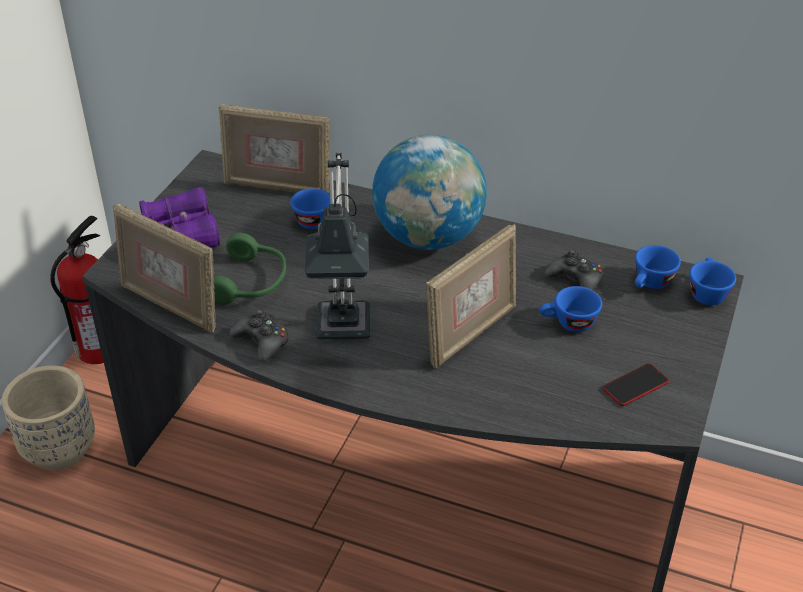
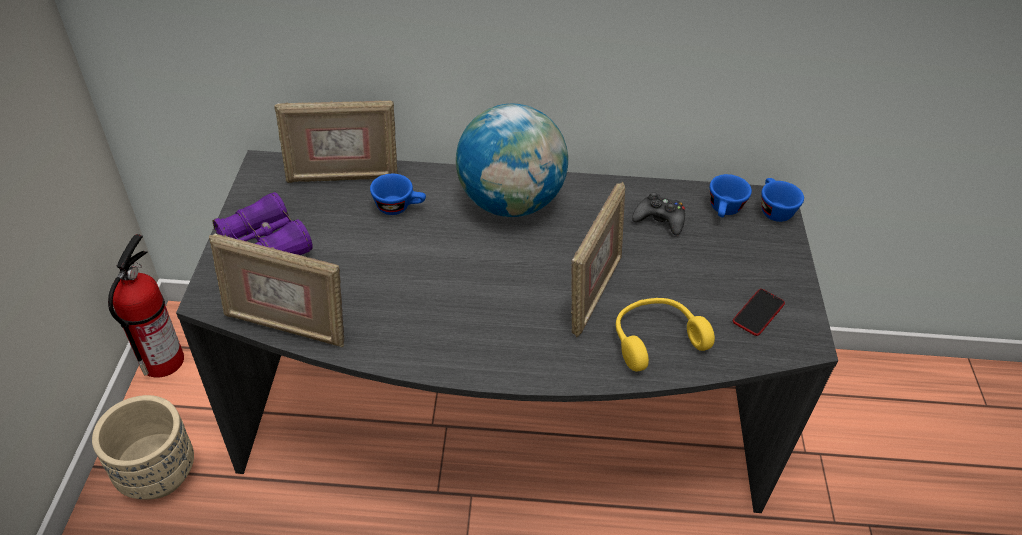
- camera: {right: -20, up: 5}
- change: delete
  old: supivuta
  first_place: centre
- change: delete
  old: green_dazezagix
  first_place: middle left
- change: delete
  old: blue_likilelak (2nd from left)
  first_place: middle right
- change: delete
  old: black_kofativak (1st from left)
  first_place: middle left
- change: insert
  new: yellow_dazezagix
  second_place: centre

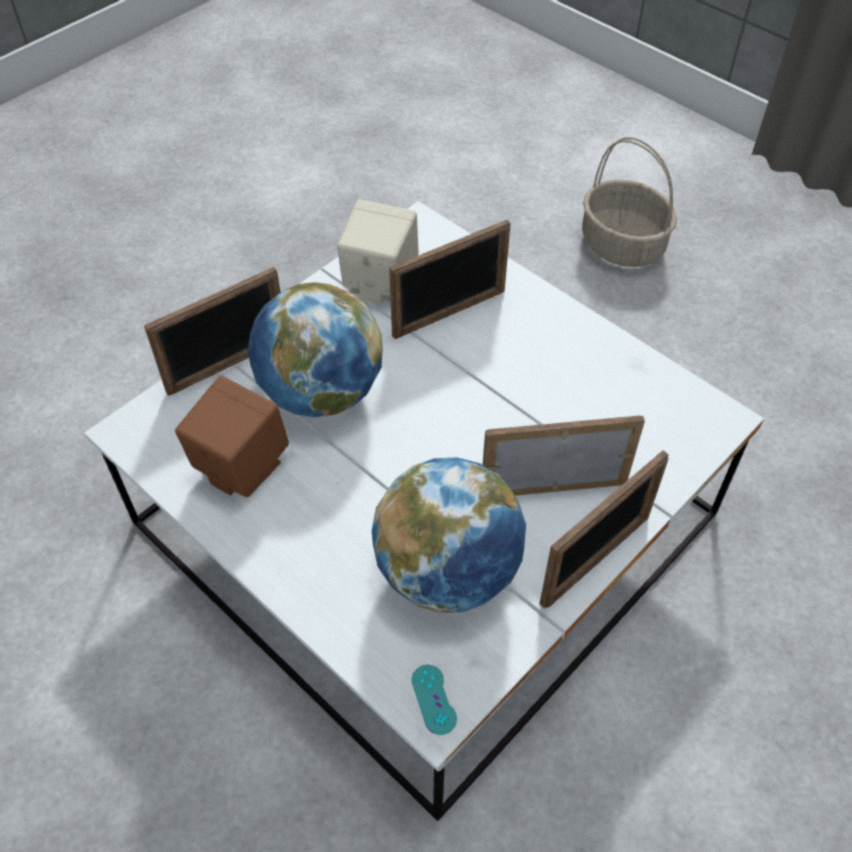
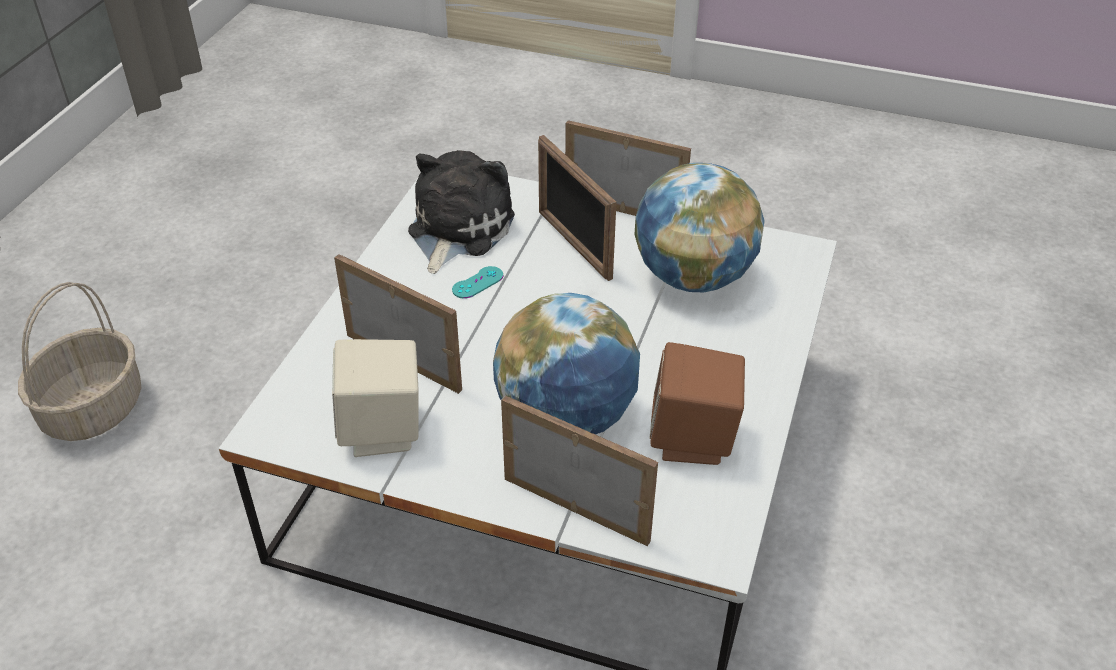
- camera: {right: -115, up: -10}
- change: move
  old: turquoise_kofativak
  first_place: bottom centre
  second_place: centre
- change: insert
  new: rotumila
  second_place: top centre

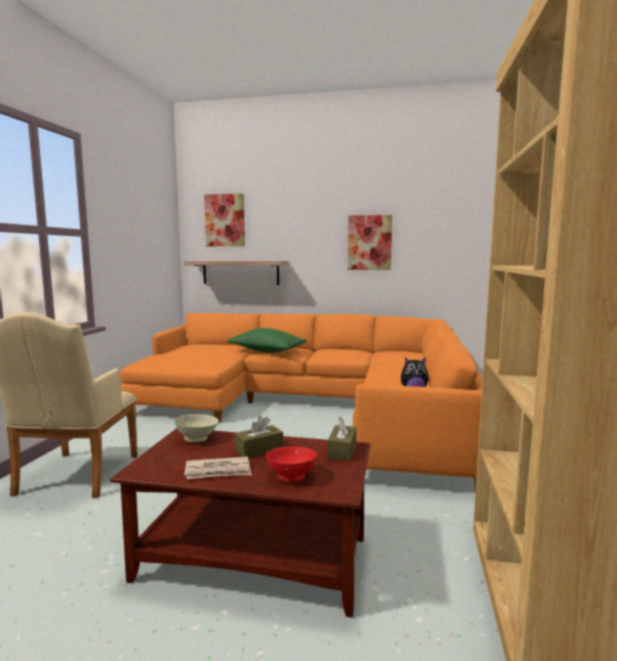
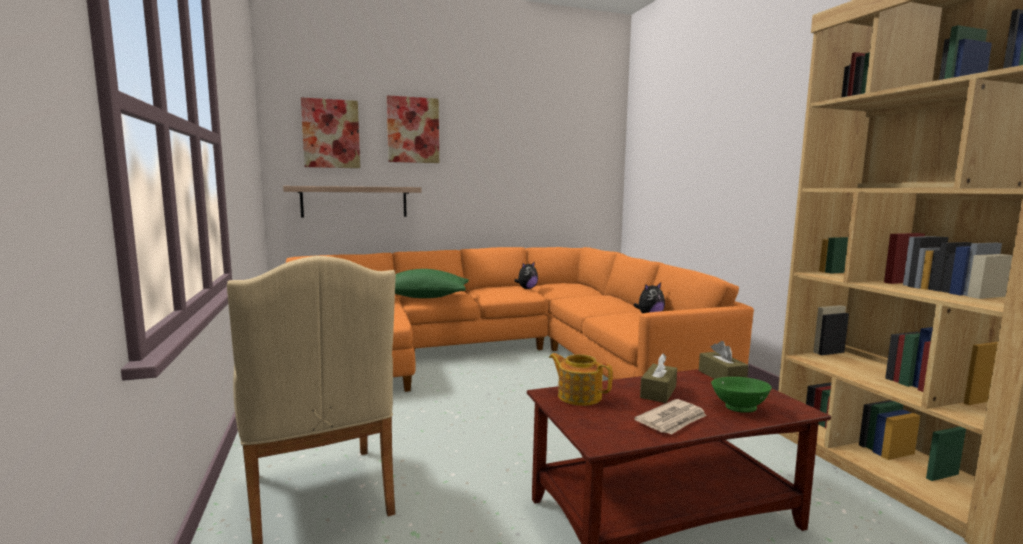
- camera: {right: -30, up: 0}
- change: move
  old: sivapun (2nd from left)
  first_place: centre
  second_place: top centre
- change: replace
  old: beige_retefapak
  new: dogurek
  first_place: middle left
  second_place: bottom centre
- change: recolor
  old: red_retefapak
  new: green_retefapak
  first_place: bottom centre
  second_place: bottom right
- change: insert
  new: rotumila (1st from left)
  second_place: centre

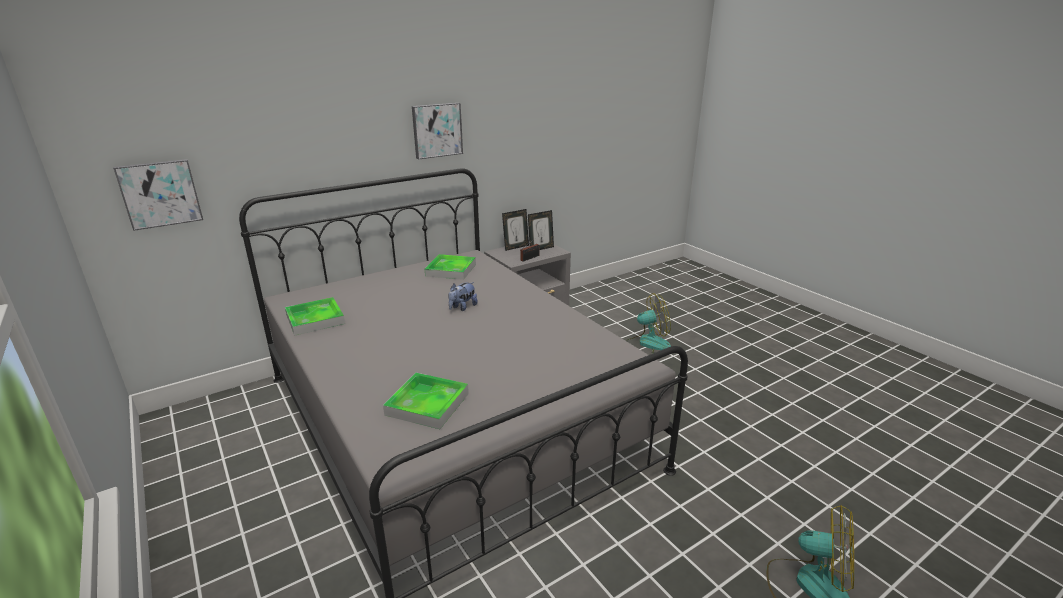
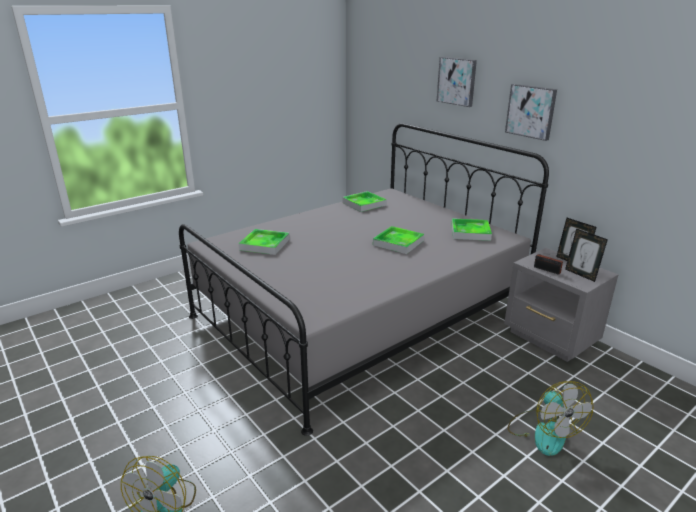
- camera: {right: 85, up: 0}
- change: move
  old: sivapun (1st from left)
  first_place: top left
  second_place: top centre
- change: replace
  old: rotumila
  new: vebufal (3rd from left)
  first_place: centre
  second_place: centre

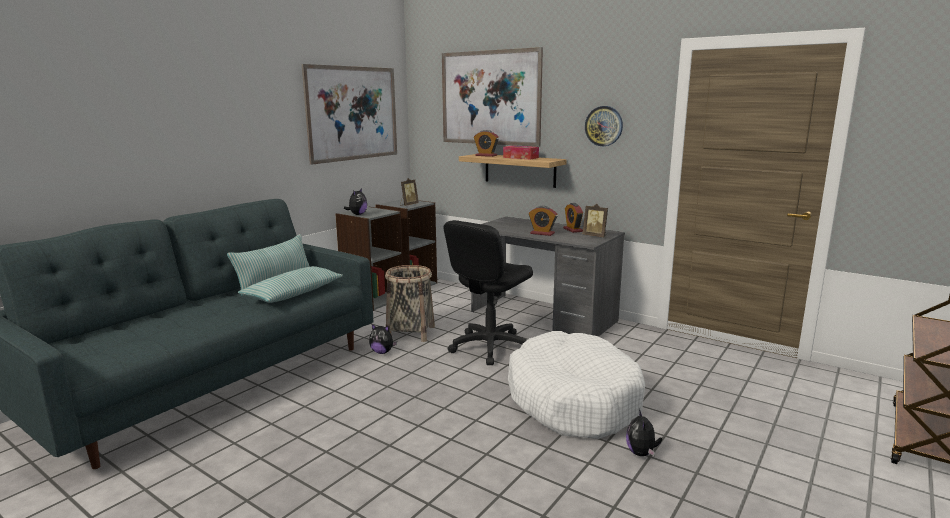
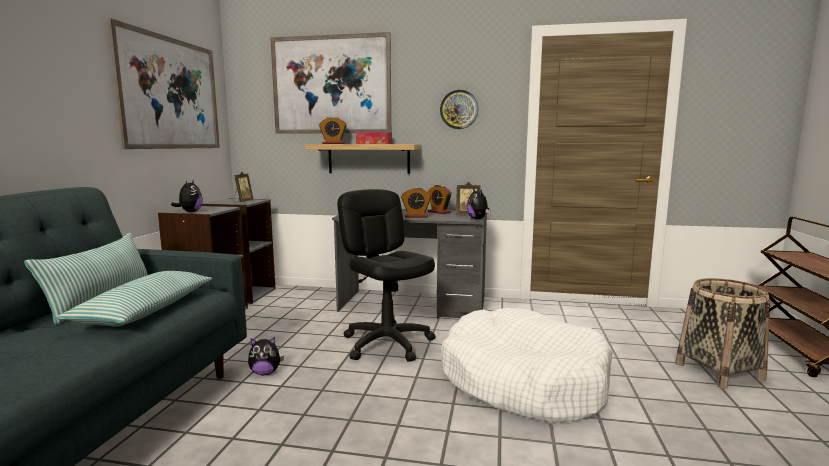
- camera: {right: -25, up: -5}
- change: rotate
  old: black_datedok
  first_place: centre
  second_place: centre
  degrees: 135
- change: move
  old: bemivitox
  first_place: centre
  second_place: bottom right
- change: move
  old: rotumila (3rd from left)
  first_place: bottom right
  second_place: centre

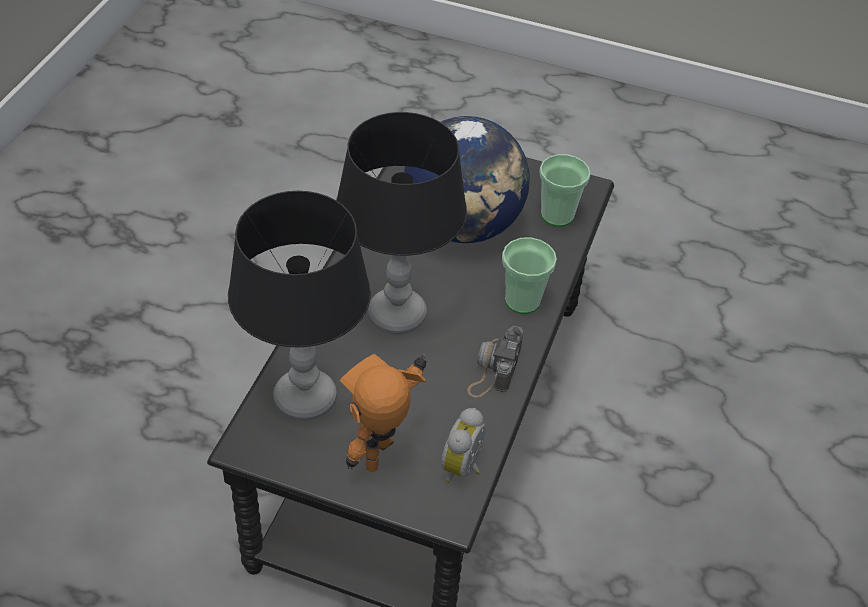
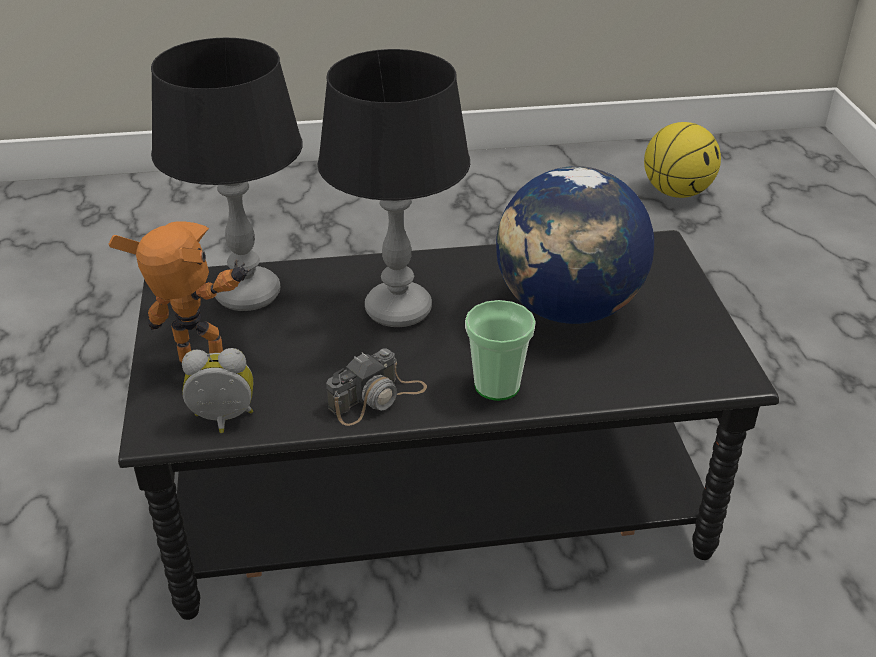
- camera: {right: 65, up: -10}
- change: delete
  old: likilelak (2nd from left)
  first_place: top centre
- change: rotate
  old: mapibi
  first_place: centre
  second_place: centre
  degrees: 150
- change: insert
  new: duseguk
  second_place: top right

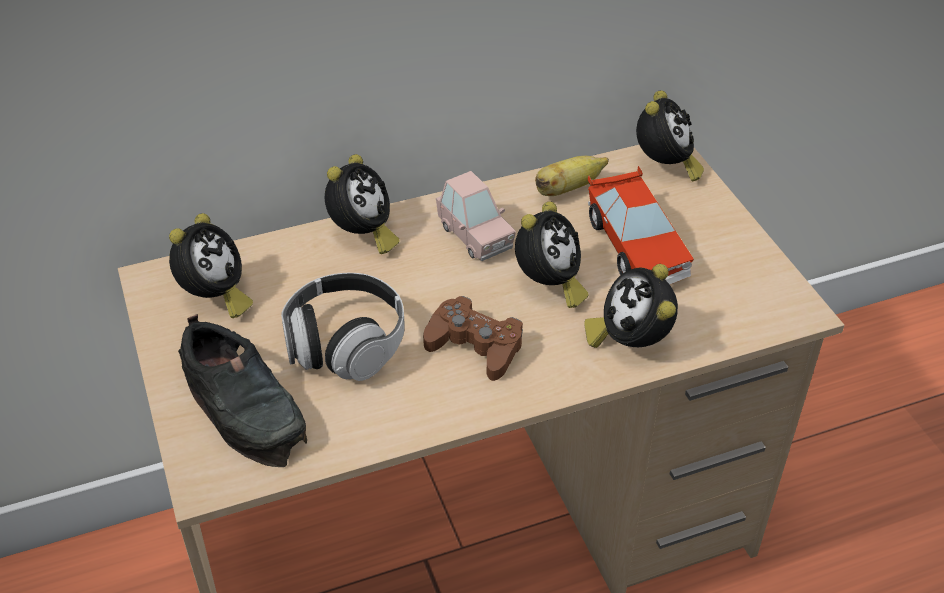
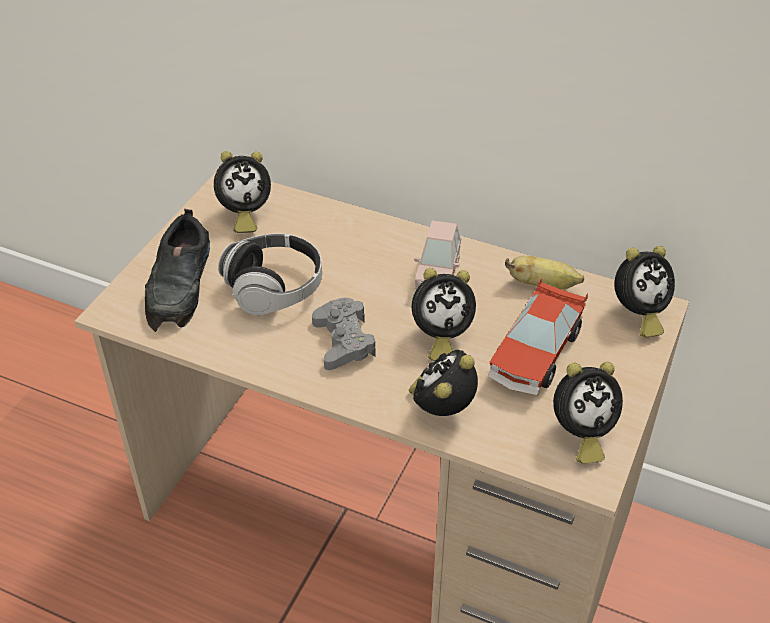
- camera: {right: 45, up: 0}
- change: move
  old: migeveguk (2nd from left in the first image)
  new: migeveguk (4th from left)
  first_place: centre
  second_place: middle right
- change: recolor
  old: brown_kofativak
  new: grey_kofativak
  first_place: centre
  second_place: centre

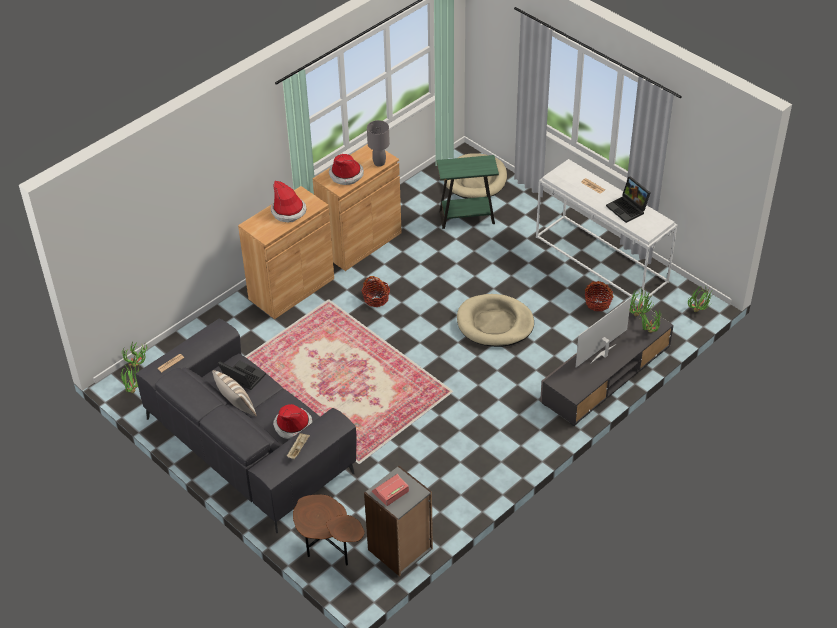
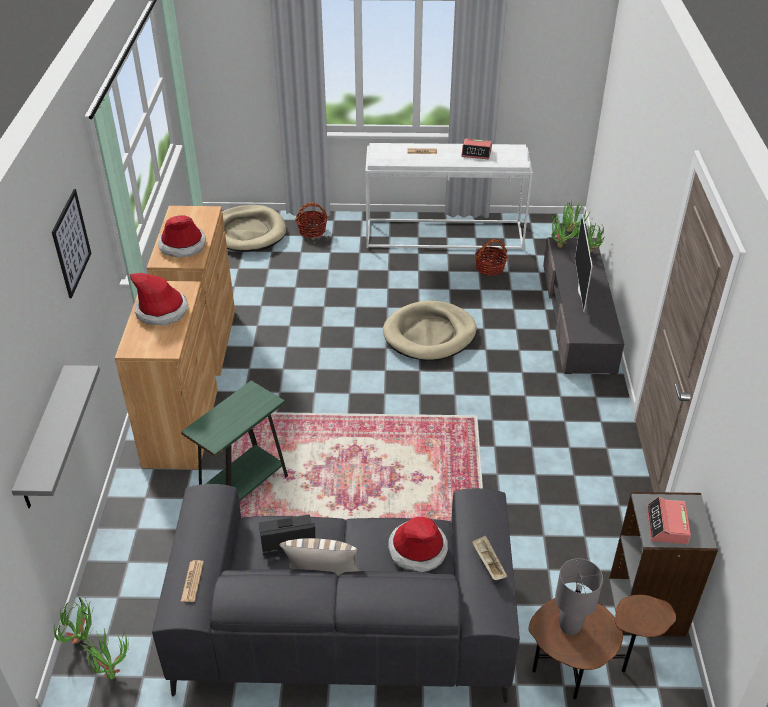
- camera: {right: -45, up: -5}
- change: move
  old: grey_supivuta
  first_place: top centre
  second_place: bottom right
- change: move
  old: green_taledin
  first_place: top centre
  second_place: middle left
- change: replace
  old: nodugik (2nd from left)
  new: migeveguk (1st from left)
  first_place: top right
  second_place: top centre
- change: move
  old: bemivitox (1st from left)
  first_place: centre
  second_place: top centre
- change: insert
  new: sivapun
  second_place: middle left
- change: insert
  new: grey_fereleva
  second_place: middle left

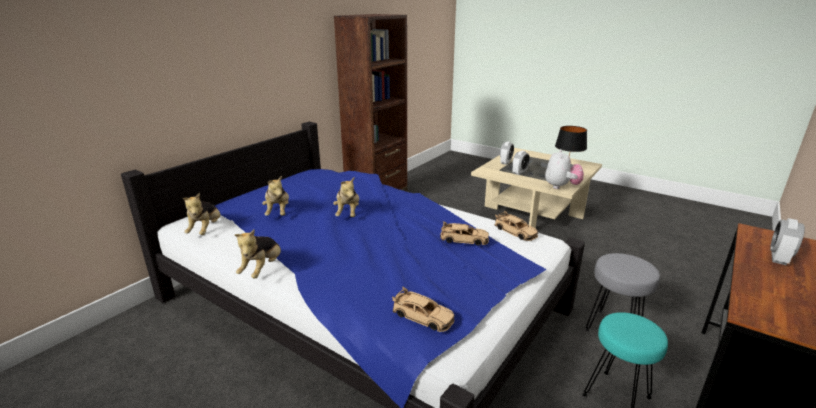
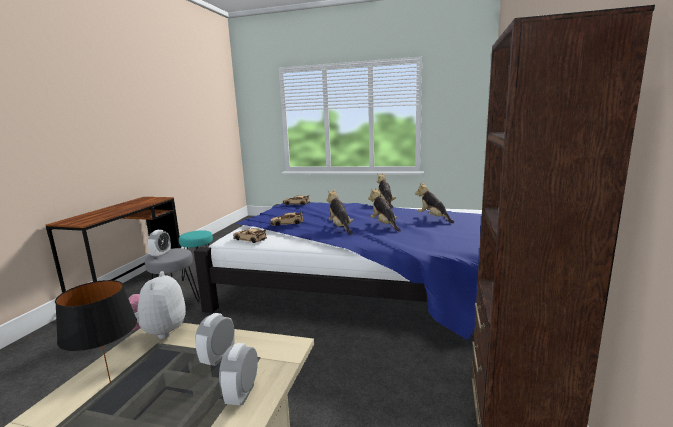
- camera: {right: 160, up: -10}
- change: move
  old: rotumila (1st from left in the first image)
  new: rotumila (2nd from left)
  first_place: middle left
  second_place: centre
- change: move
  old: migeveguk (3rd from left in the first image)
  new: migeveguk (1st from left)
  first_place: middle right
  second_place: middle left

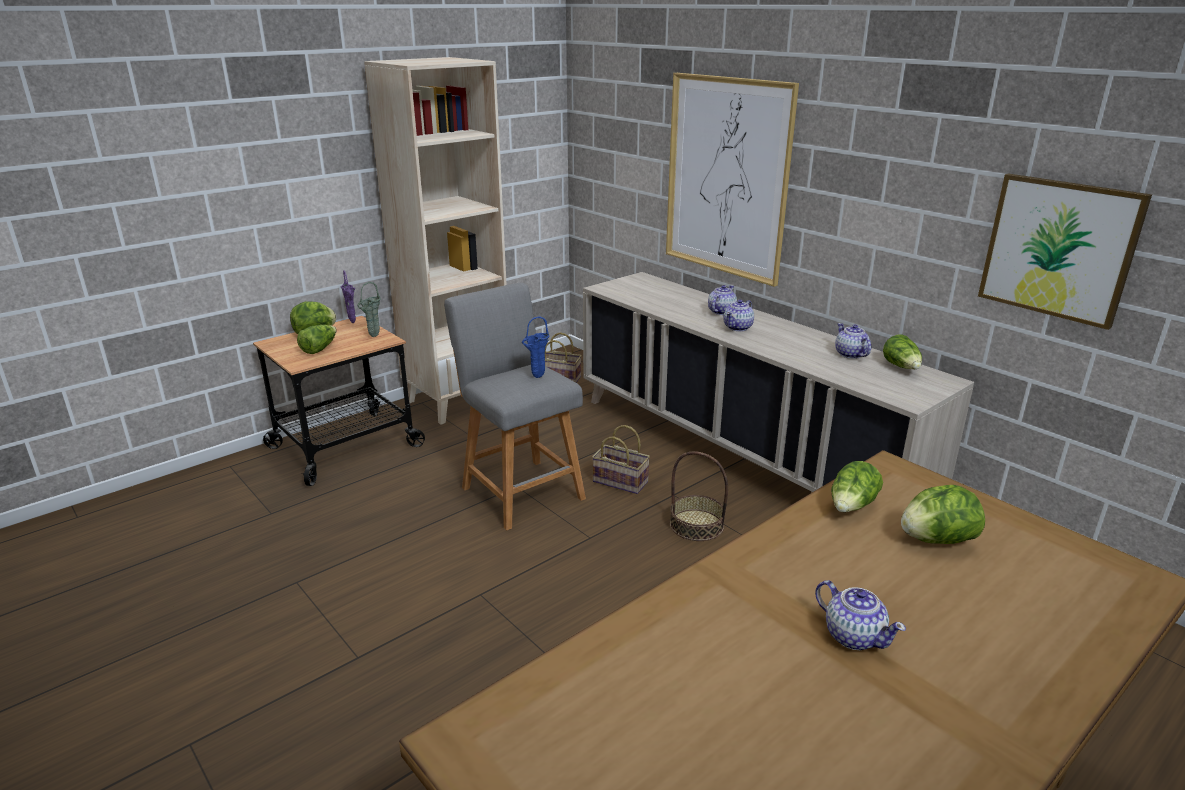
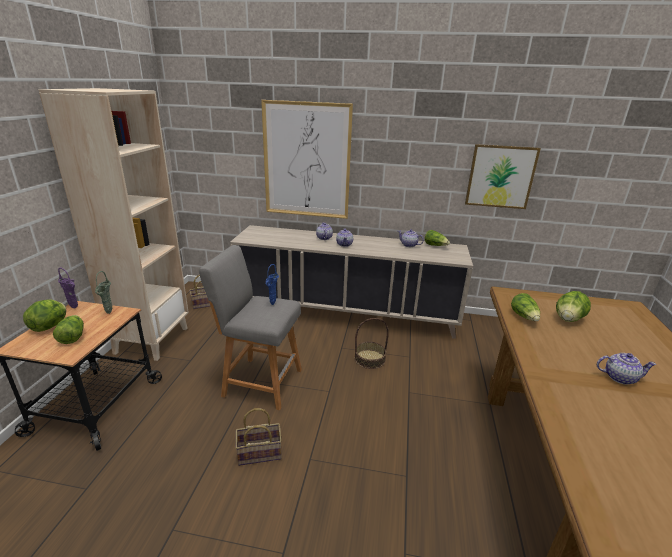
- camera: {right: -40, up: 0}
- change: move
  old: bemivitox (2nd from left)
  first_place: centre
  second_place: bottom centre

